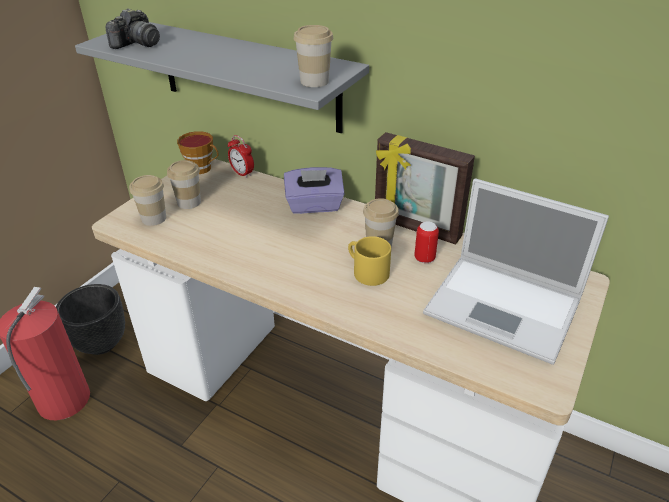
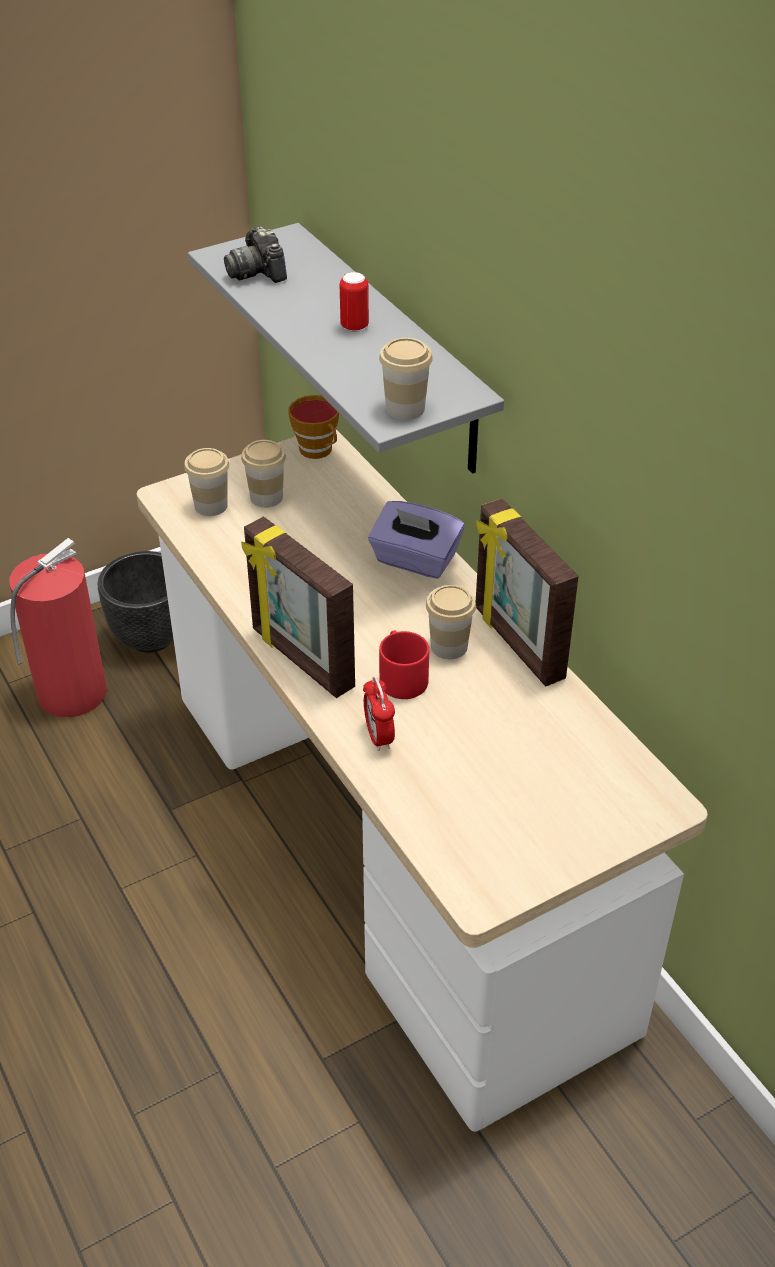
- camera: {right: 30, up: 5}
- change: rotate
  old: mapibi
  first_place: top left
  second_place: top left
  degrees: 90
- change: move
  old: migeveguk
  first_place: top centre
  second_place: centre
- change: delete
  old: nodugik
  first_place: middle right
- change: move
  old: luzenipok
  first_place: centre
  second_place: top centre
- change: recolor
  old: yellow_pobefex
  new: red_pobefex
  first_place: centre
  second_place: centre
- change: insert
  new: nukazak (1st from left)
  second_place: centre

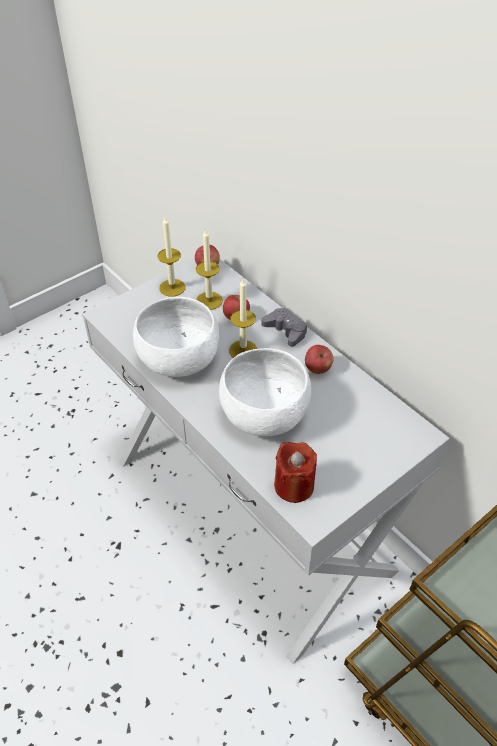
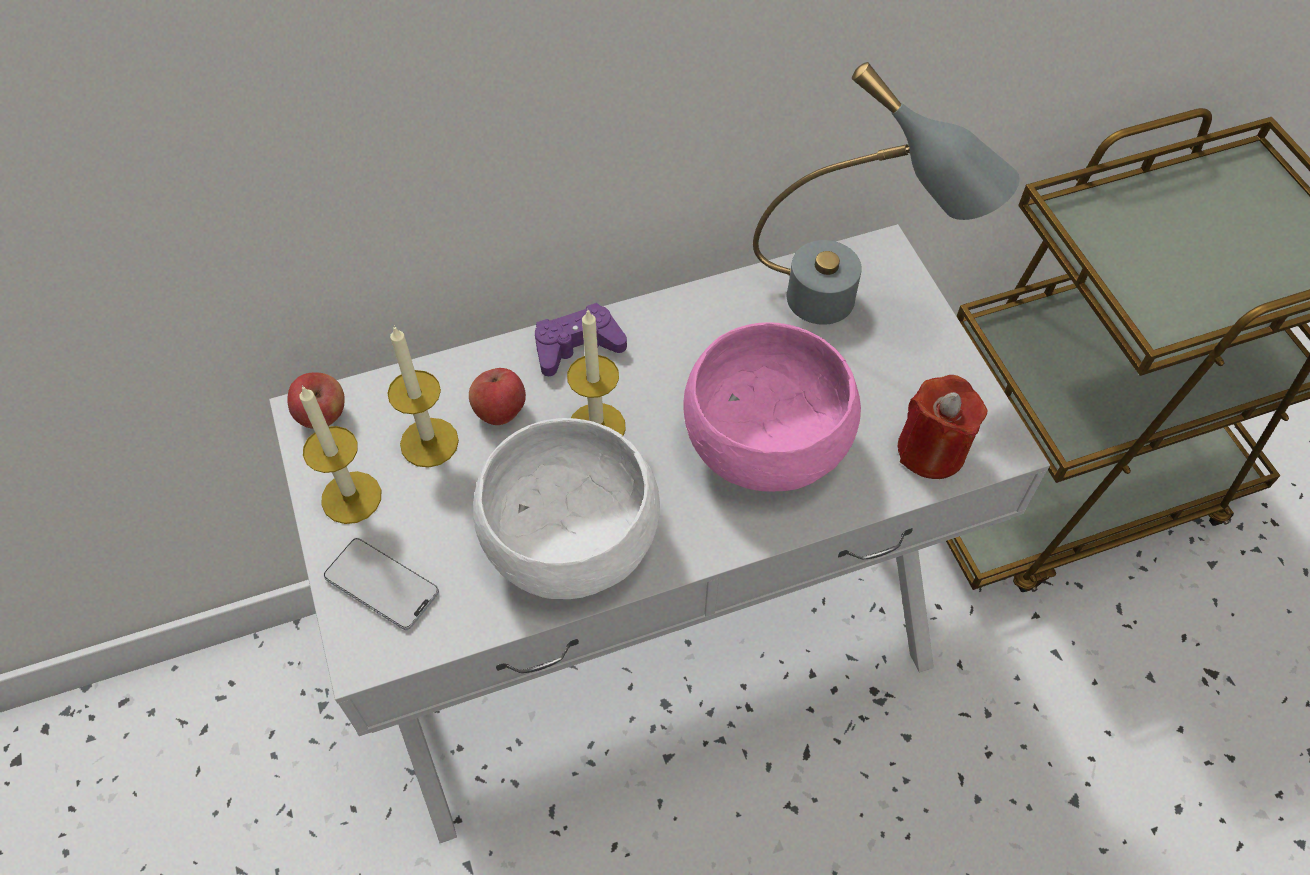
- camera: {right: -70, up: 10}
- change: recolor
  old: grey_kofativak
  new: purple_kofativak
  first_place: centre
  second_place: centre
- change: delete
  old: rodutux (3rd from left)
  first_place: centre
- change: recolor
  old: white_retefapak (2nd from left)
  new: pink_retefapak
  first_place: centre
  second_place: centre
- change: insert
  new: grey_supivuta
  second_place: top right
- change: insert
  new: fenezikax
  second_place: bottom left

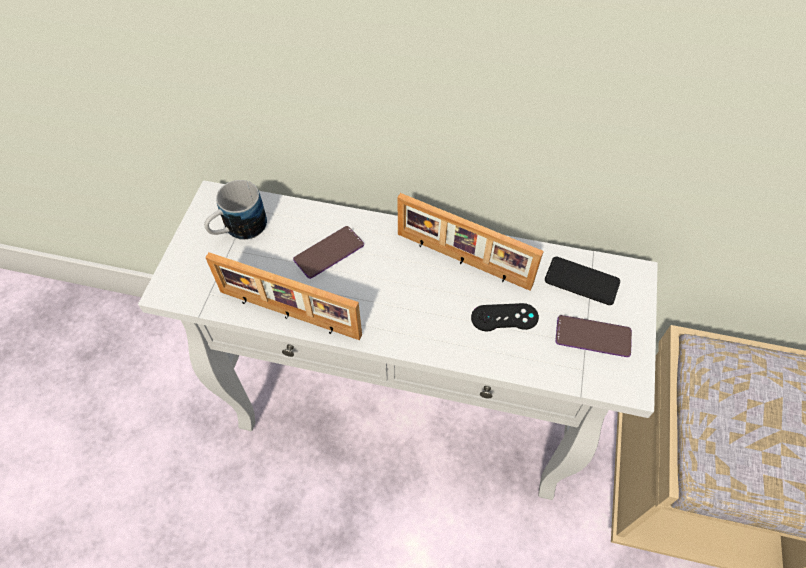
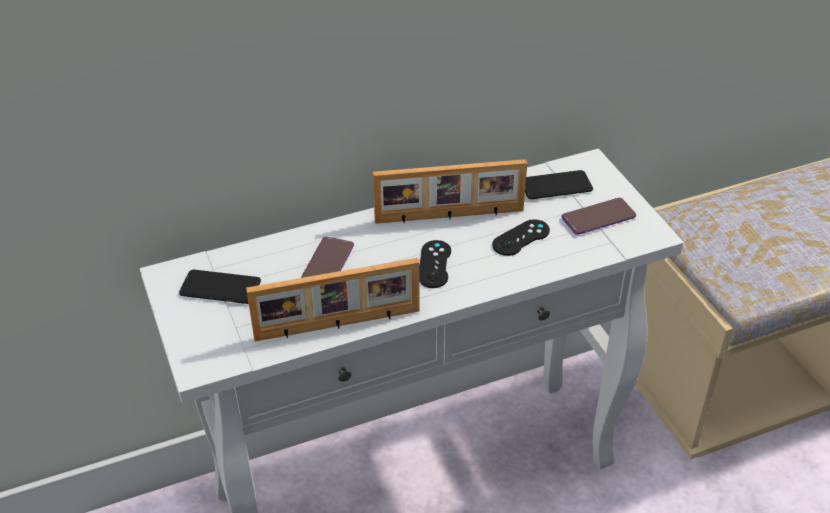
- camera: {right: -35, up: -15}
- change: replace
  old: pobefex
  new: fenezikax (1st from left)
  first_place: middle left
  second_place: middle left
- change: insert
  new: black_kofativak (1st from left)
  second_place: centre

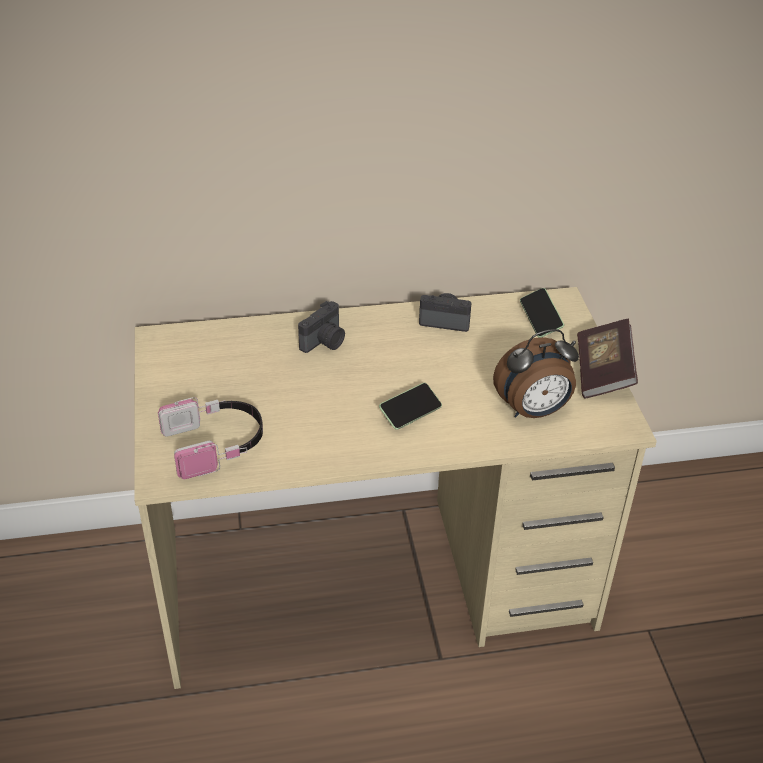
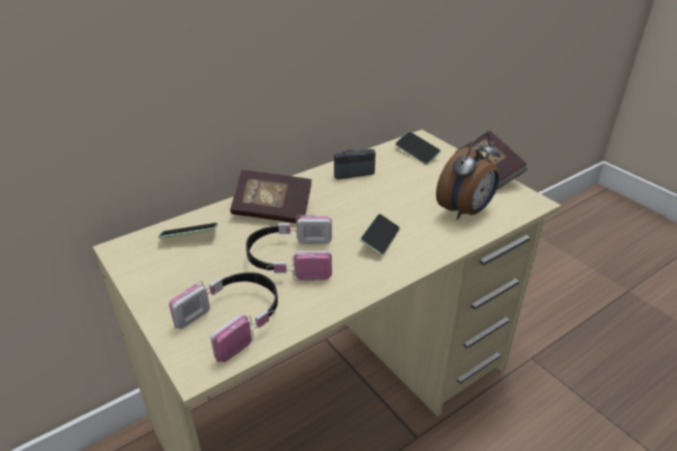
- camera: {right: -25, up: -5}
- change: replace
  old: mapibi (1st from left)
  new: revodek (1st from left)
  first_place: centre
  second_place: centre
- change: insert
  new: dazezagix (2nd from left)
  second_place: centre
- change: insert
  new: fenezikax (1st from left)
  second_place: middle left

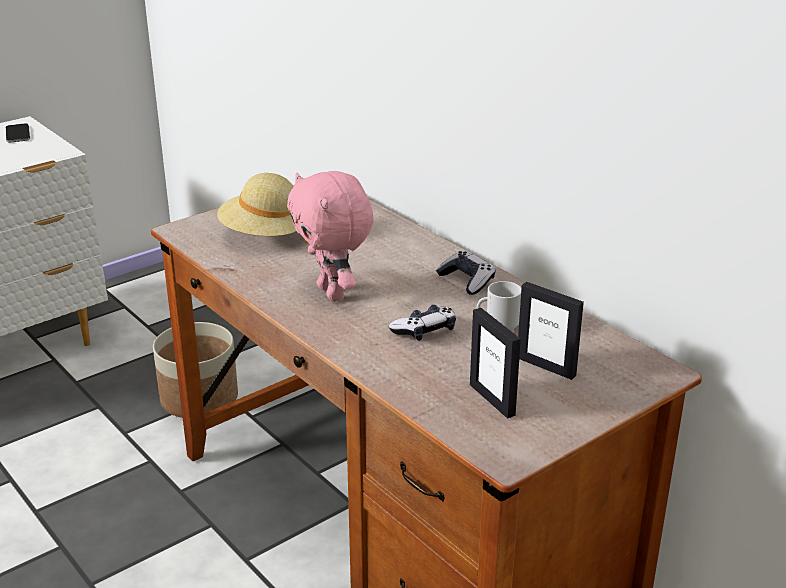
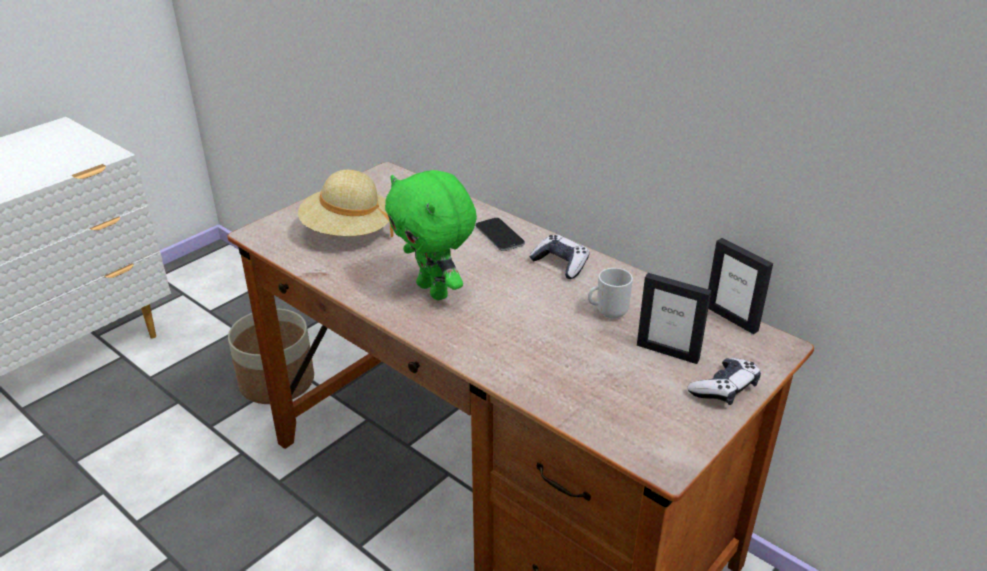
- camera: {right: -10, up: 5}
- change: move
  old: fenezikax
  first_place: top left
  second_place: centre
- change: recolor
  old: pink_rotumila
  new: green_rotumila
  first_place: centre
  second_place: centre
- change: move
  old: kofativak (1st from left in the first image)
  new: kofativak (2nd from left)
  first_place: centre
  second_place: bottom right
- change: move
  old: nukazak (1st from left in the first image)
  new: nukazak (2nd from left)
  first_place: centre
  second_place: middle right

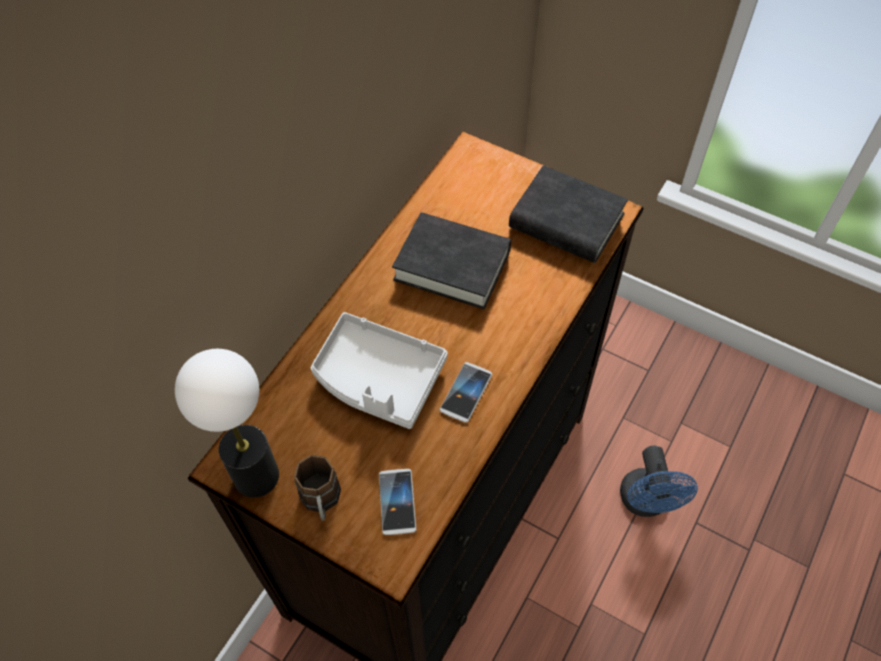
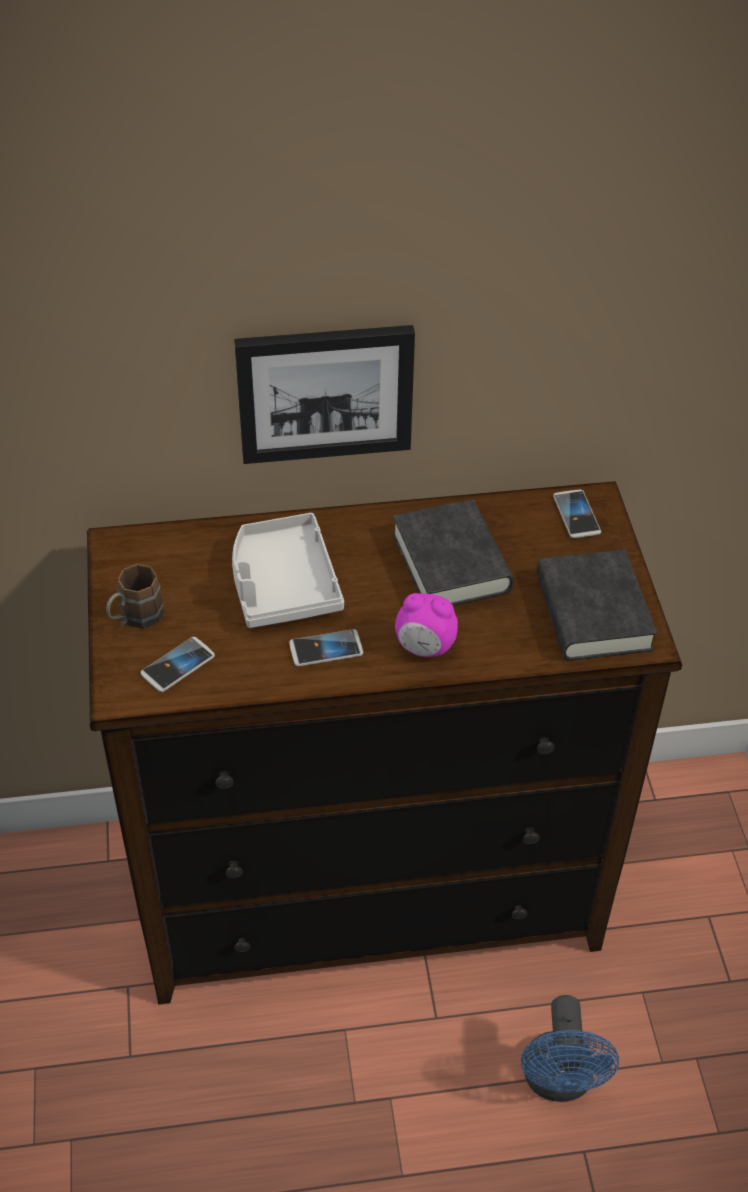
- camera: {right: 50, up: -10}
- change: delete
  old: supivuta
  first_place: middle left
- change: rotate
  old: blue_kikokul
  first_place: bottom right
  second_place: bottom right
  degrees: -45
- change: insert
  new: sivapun
  second_place: top centre
- change: insert
  new: fenezikax (3rd from left)
  second_place: middle right
- change: insert
  new: migeveguk
  second_place: centre

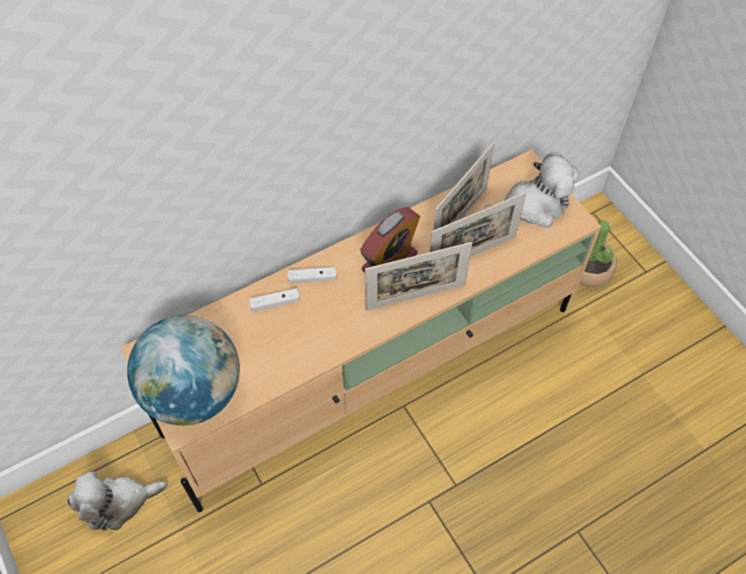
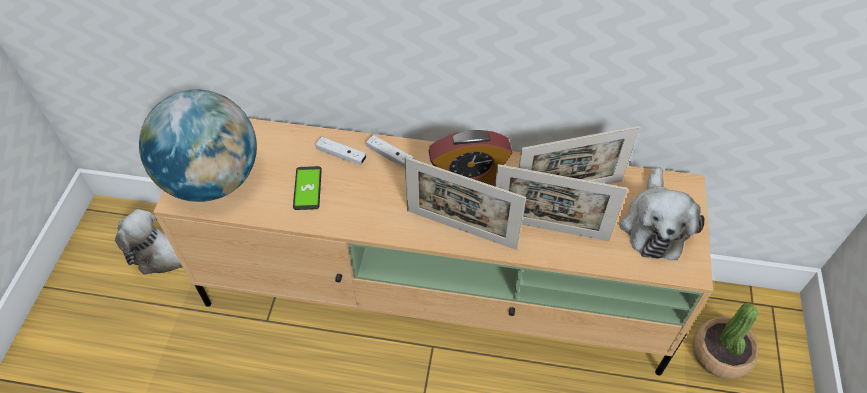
- camera: {right: 40, up: -5}
- change: rotate
  old: rotumila (2nd from left)
  first_place: top right
  second_place: middle right
  degrees: 75
- change: insert
  new: fenezikax
  second_place: centre

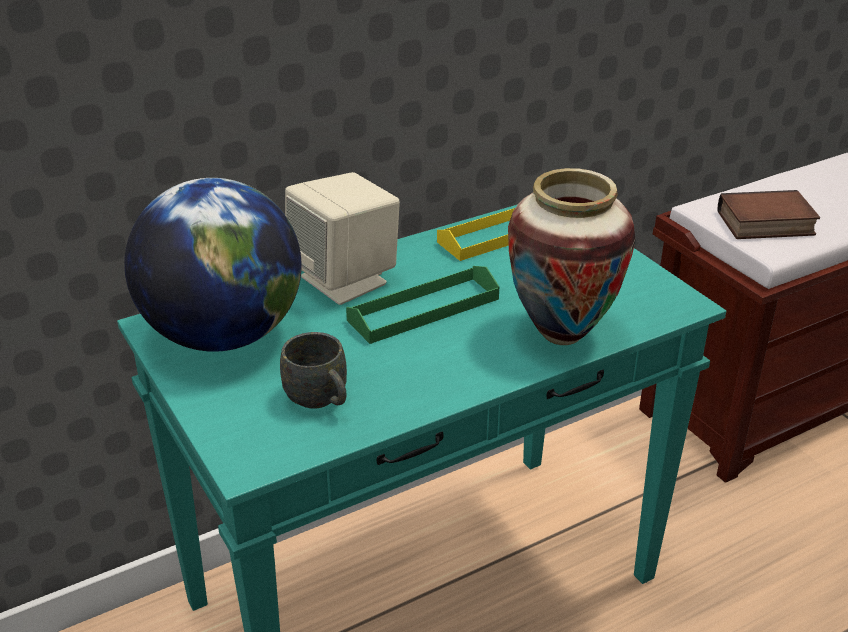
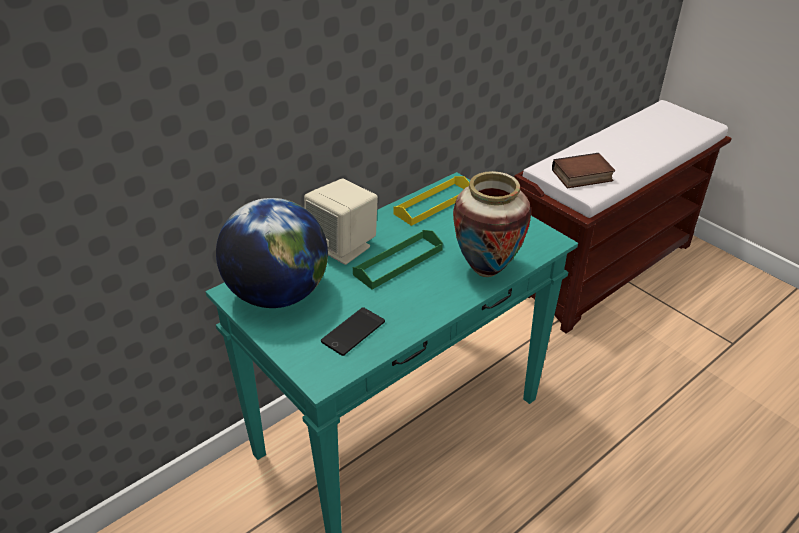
- camera: {right: -10, up: 5}
- change: replace
  old: grey_pobefex
  new: fenezikax
  first_place: centre
  second_place: centre

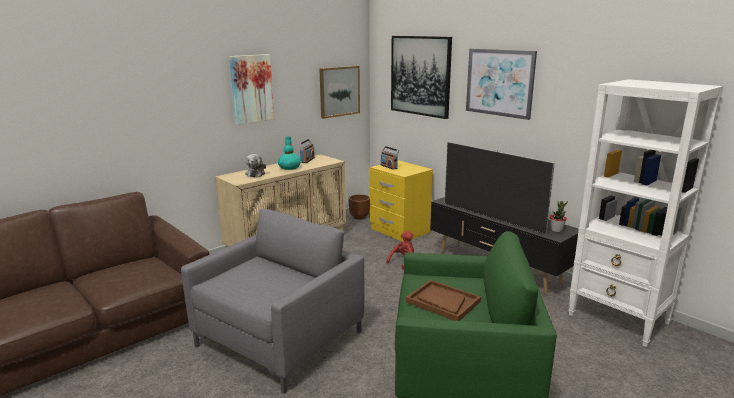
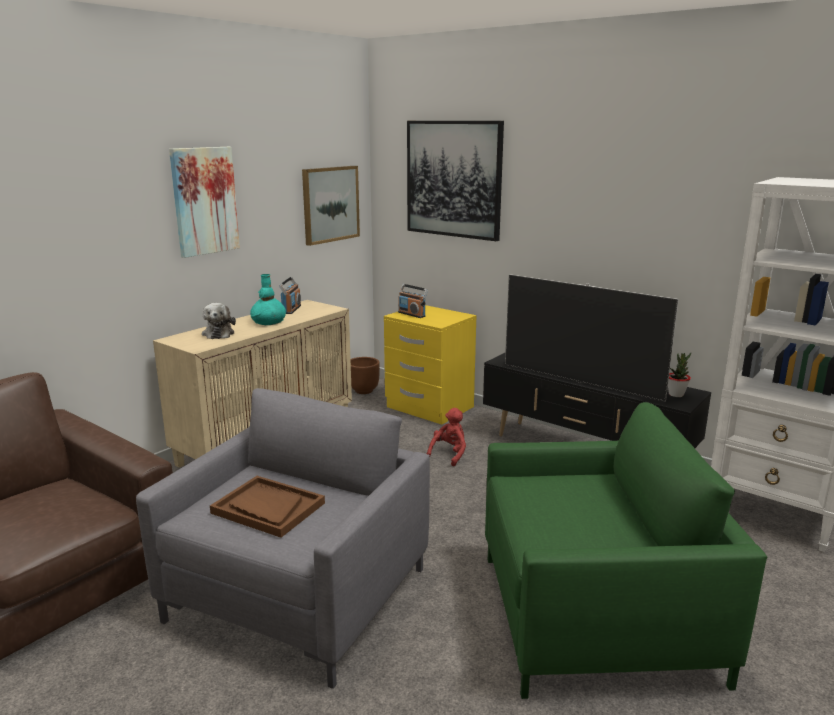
- camera: {right: -10, up: 0}
- change: delete
  old: sivapun (4th from left)
  first_place: top right
- change: move
  old: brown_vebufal
  first_place: bottom centre
  second_place: bottom left

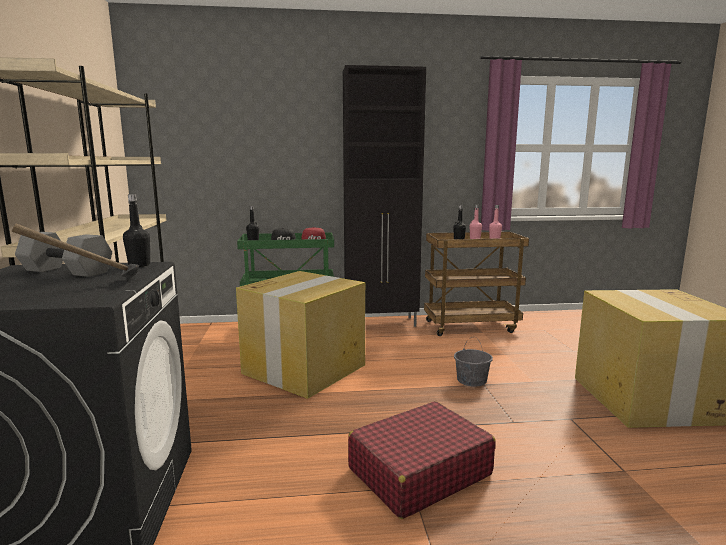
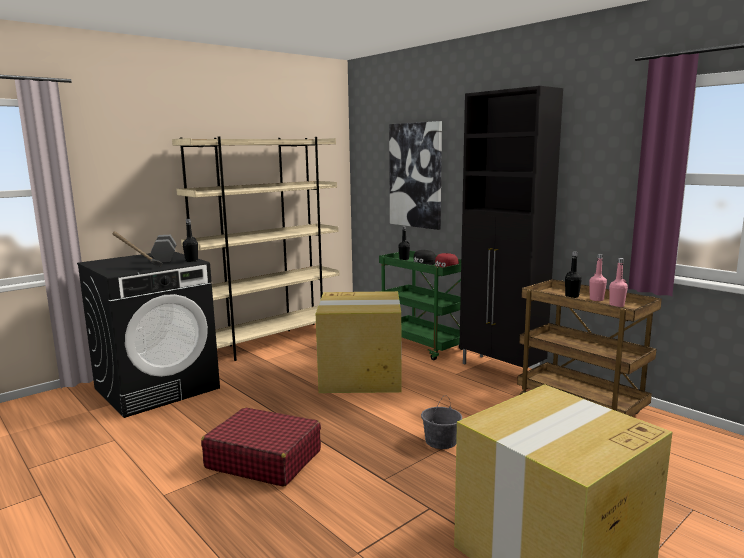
- camera: {right: 55, up: 0}
- change: insert
  new: sivapun
  second_place: top centre

